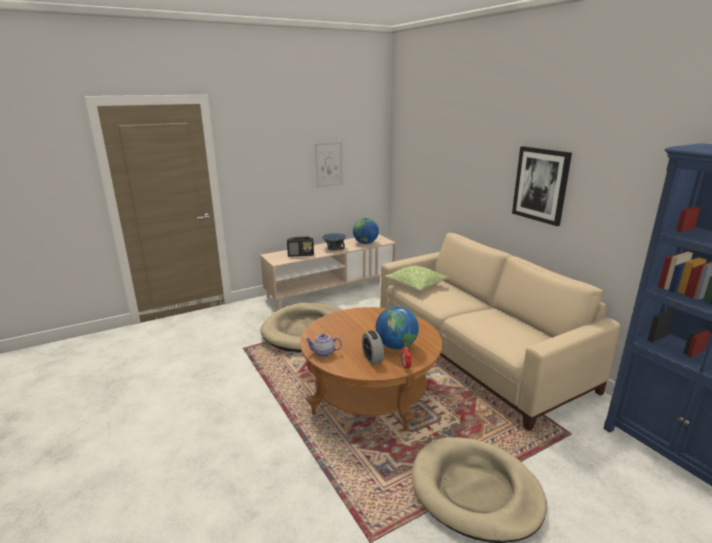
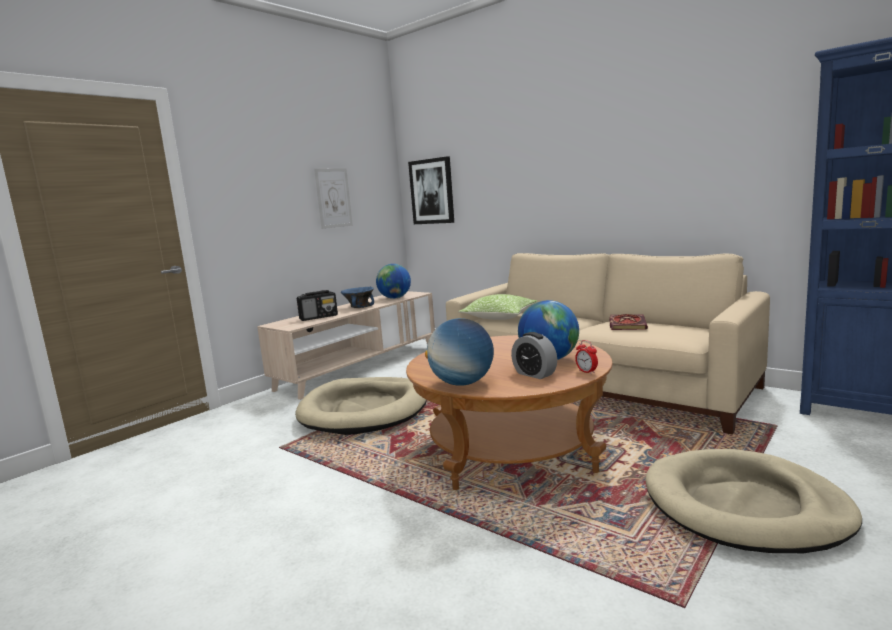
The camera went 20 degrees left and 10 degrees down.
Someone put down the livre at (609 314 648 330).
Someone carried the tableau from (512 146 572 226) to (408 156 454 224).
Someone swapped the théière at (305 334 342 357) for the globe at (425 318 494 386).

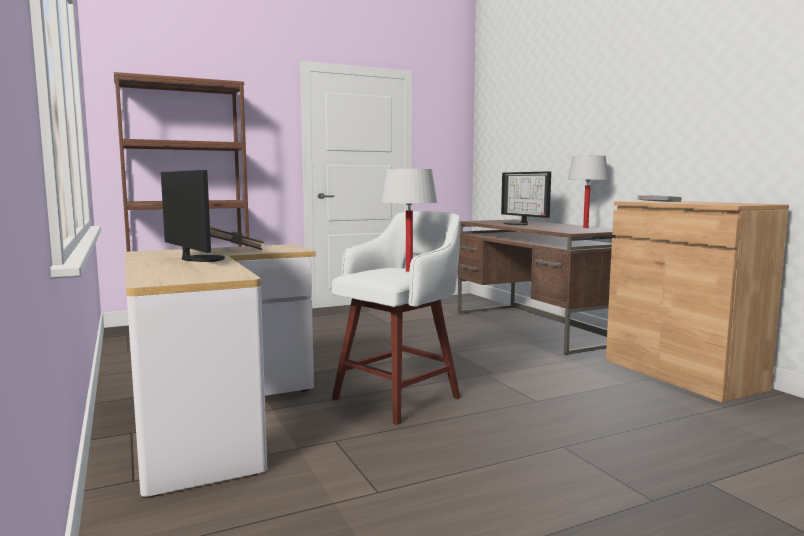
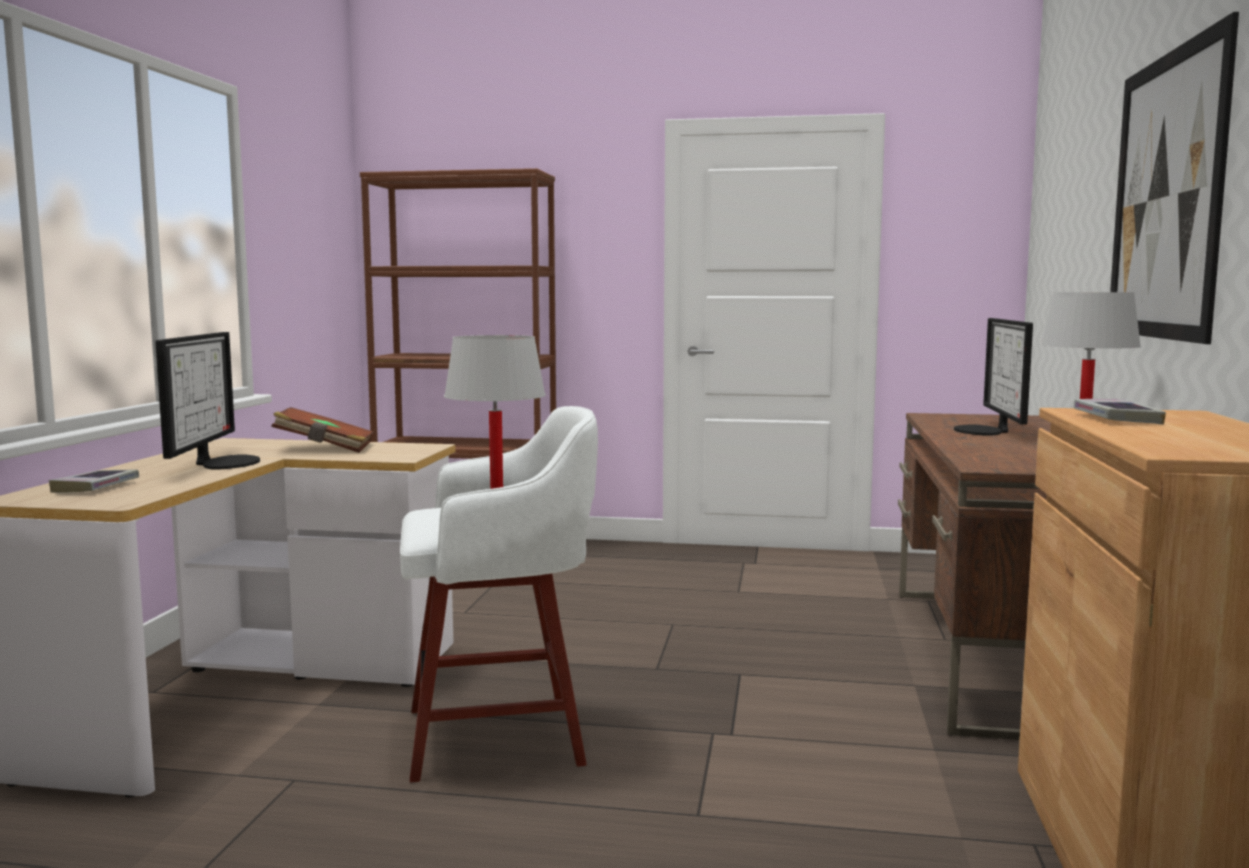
The camera went 35 degrees right and 0 degrees up.
Someone put down the livre at (49 469 139 493).
Someone put up the tableau at (1110 12 1239 344).

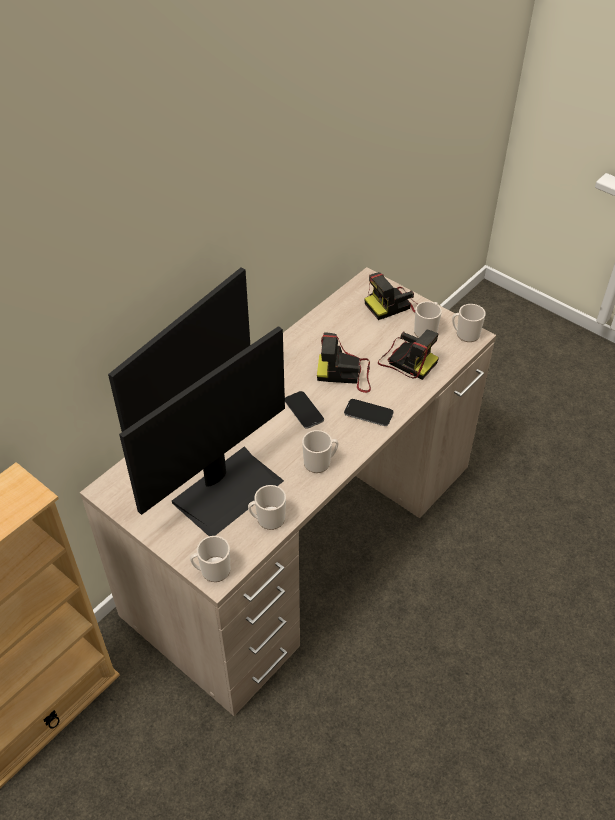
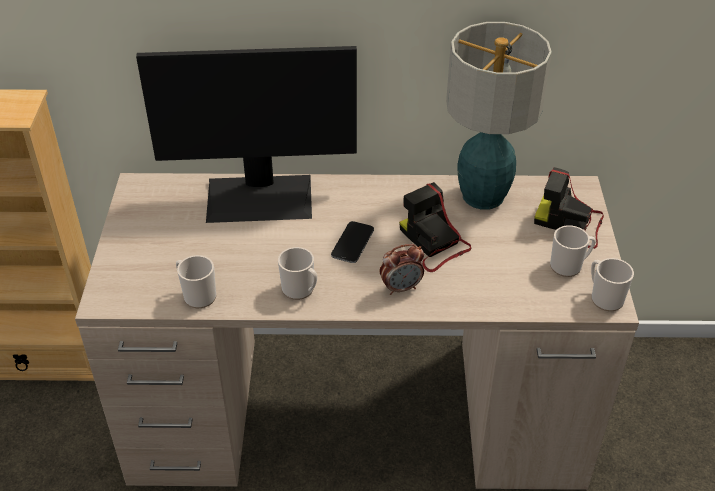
The camera went 50 degrees right and 5 degrees down.
Someone took away the écran d'ordinateur at (119 326 285 536).
Someone took away the mug at (190 536 231 582).
Someone took away the appareil photo at (378 330 439 380).
Someone put down the lampe de table at (446 22 552 210).
Someone swapped the téléphone at (344 399 394 426) for the réveil at (380 244 424 295).

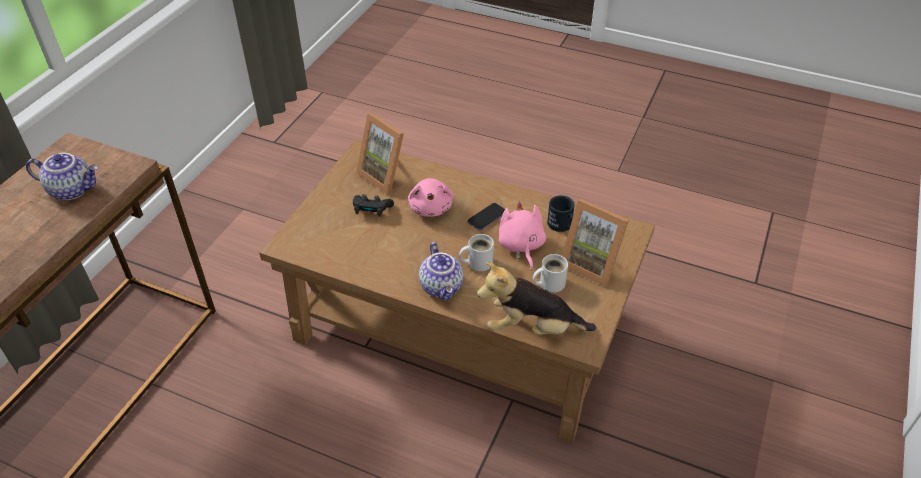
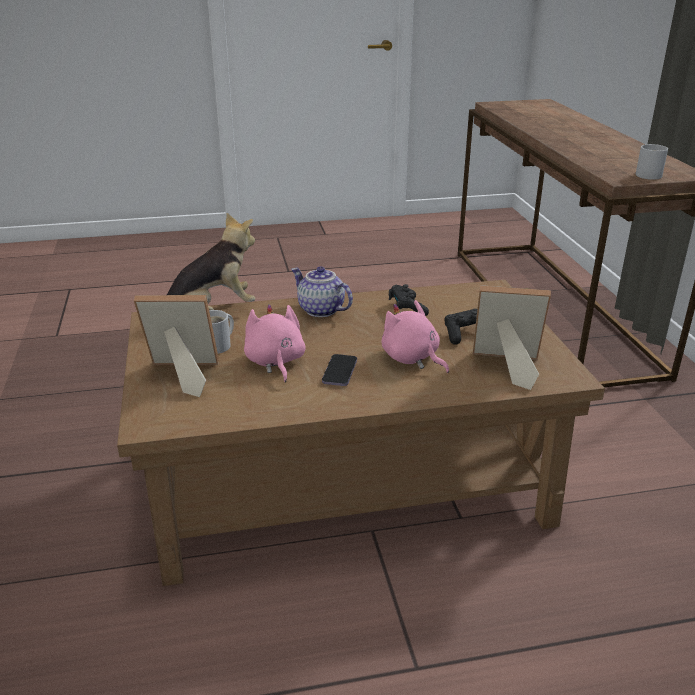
The camera went 145 degrees right and 15 degrees down.
Someone took away the théière at (26 153 98 200).
Someone took away the mug/noir at (547 195 575 232).
Someone put down the manette/noir at (388 284 429 316).
Someone carried the mug/blanc from (459 234 494 271) to (636 144 668 180).
Someone rotated the peluche/rose at (499 202 546 271) by 150 degrees counterclockwise.

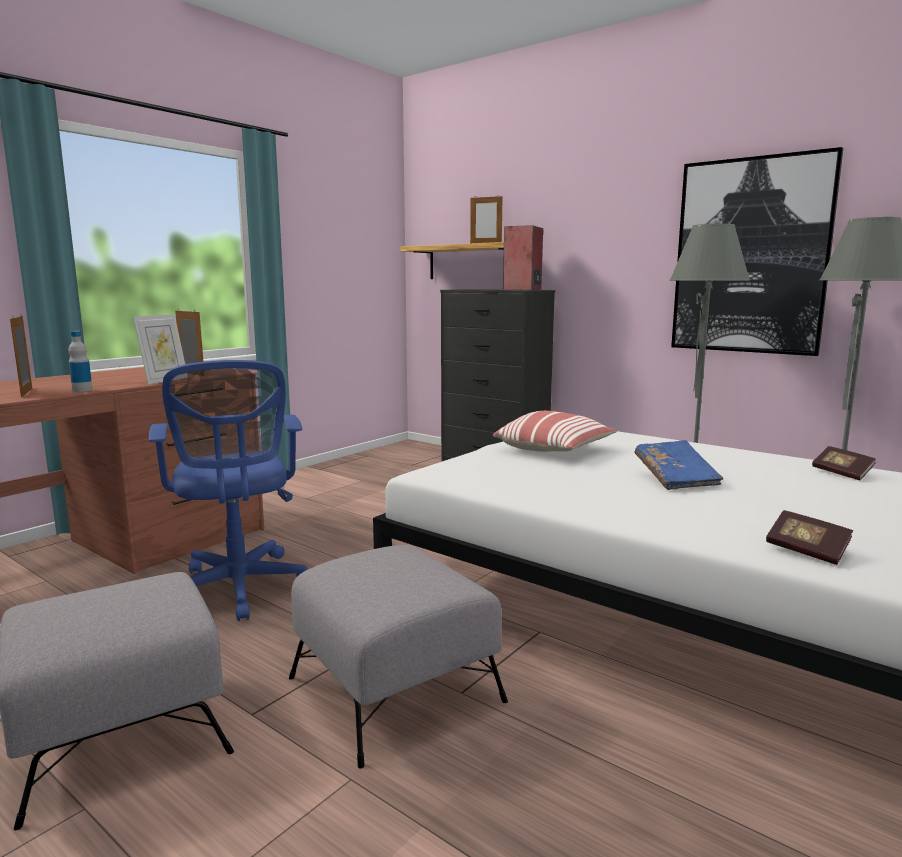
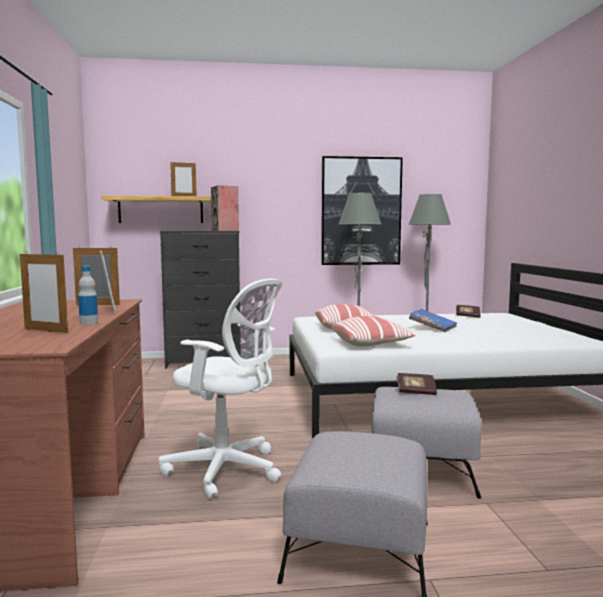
The camera went 45 degrees left and 5 degrees down.
Someone put down the coussin at (331 316 415 347).
Someone carried the livre from (766 510 853 565) to (397 373 437 395).
Someone repainted the chaise de bureau/bleu at (149 360 307 621), which became the chaise de bureau/blanc at (158 279 282 499).

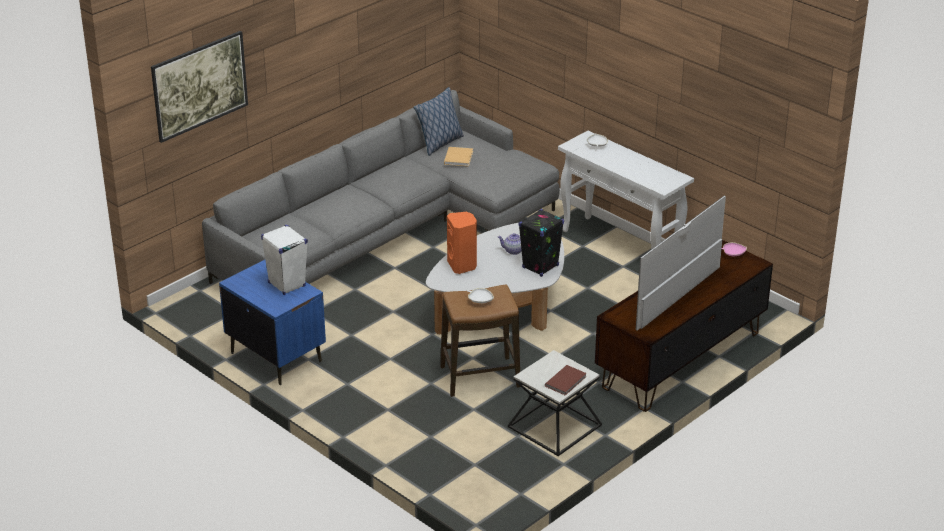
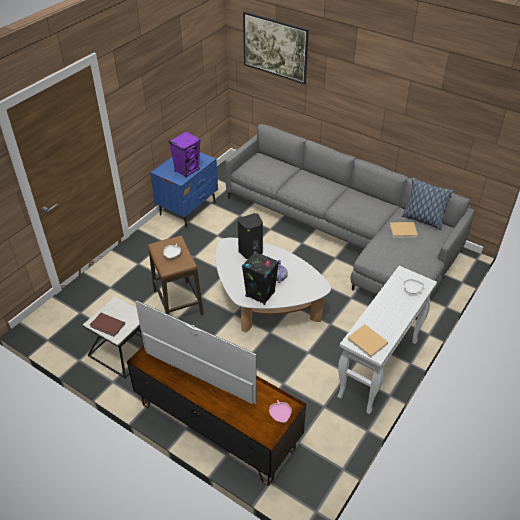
The camera went 80 degrees right and 10 degrees up.
Someone put down the livre/beige at (347 324 388 358).
Someone repainted the enceinte/blanc at (261 225 308 295), which became the enceinte/violet at (169 131 201 178).
Someone repainted the enceinte/orange at (447 212 477 274), which became the enceinte/noir at (238 213 263 259).

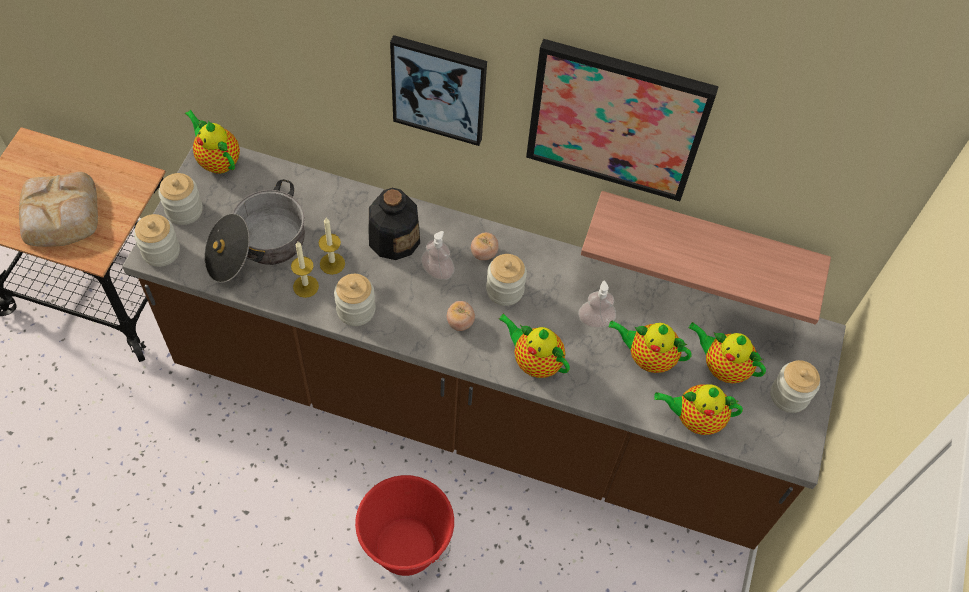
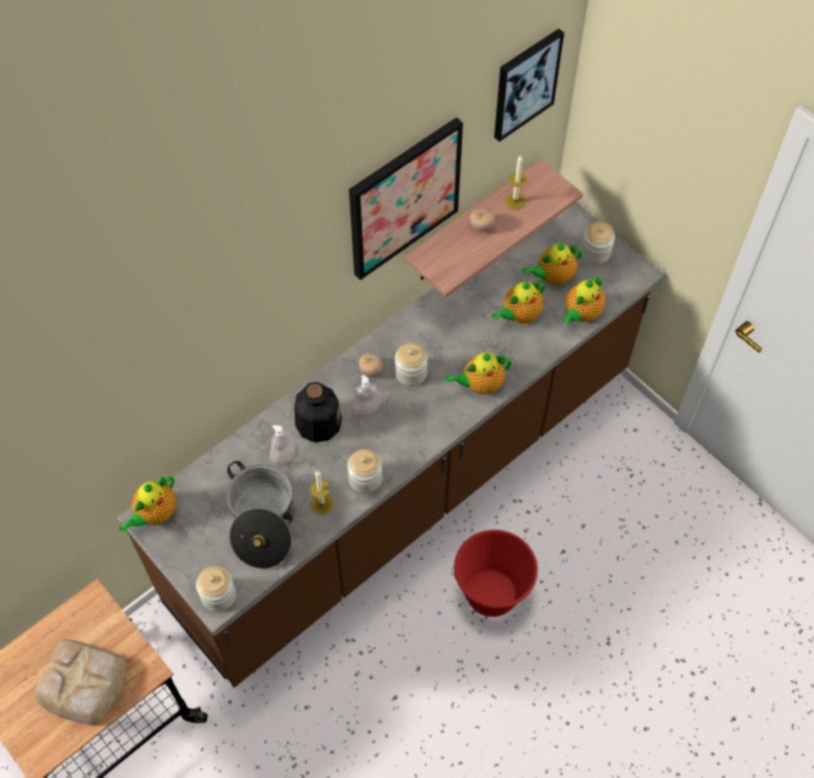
The camera went 55 degrees left and 0 degrees up.
Someone took away the bocal at (158 173 203 225).
Someone carried the bougie from (318 218 345 275) to (505 155 527 209).
Someone carried the tableau from (390 35 487 146) to (494 28 564 142).
Someone carried the tomate from (447 301 475 331) to (469 209 495 232).
Someone carried the distributeur de savon from (578 281 616 328) to (270 425 296 466).
Someone rotated the théière at (185 110 240 174) by 45 degrees counterclockwise.

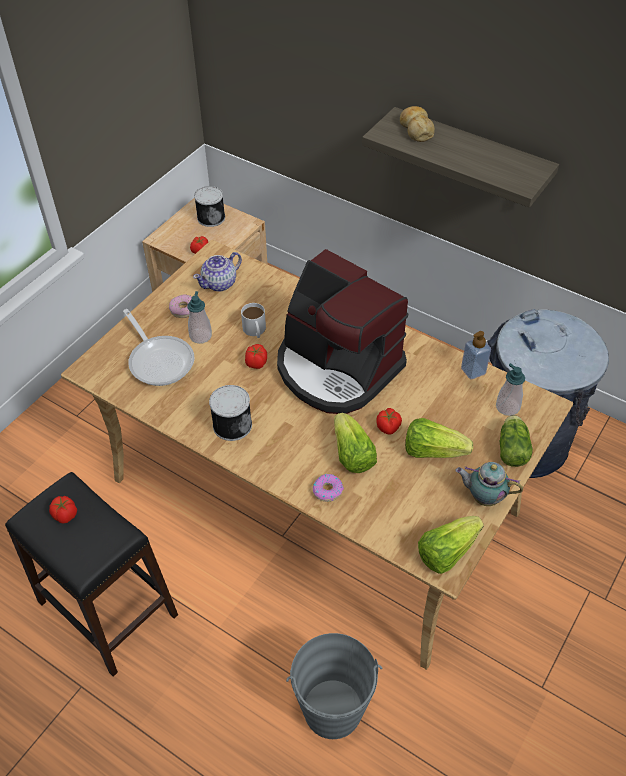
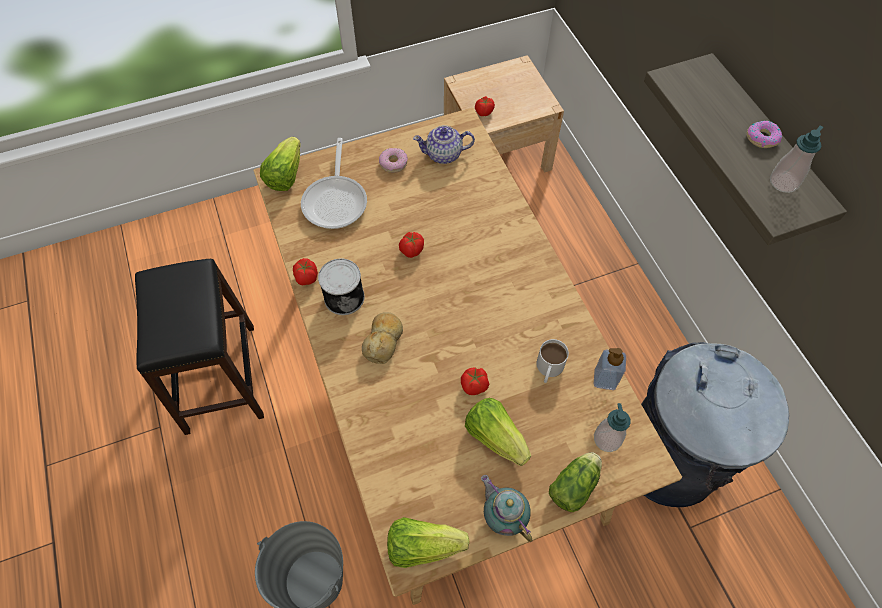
The camera went 35 degrees right and 10 degrees up.
Someone took away the boîte métallique at (194 186 225 227).
Someone took away the machine à café at (277 249 408 414).
Someone carried the tomate from (49 496 77 524) to (293 258 318 286).
Someone carried the distributeur de savon from (187 291 212 344) to (770 125 823 193).
Someone carried the mug/blanc from (241 303 266 338) to (536 339 569 383).
Someone carried the beignet from (313 474 344 502) to (747 121 782 148).
Someone carried the laitue from (334 413 377 473) to (260 137 301 191).
Someone carried the pain from (400 106 435 142) to (362 312 403 364).

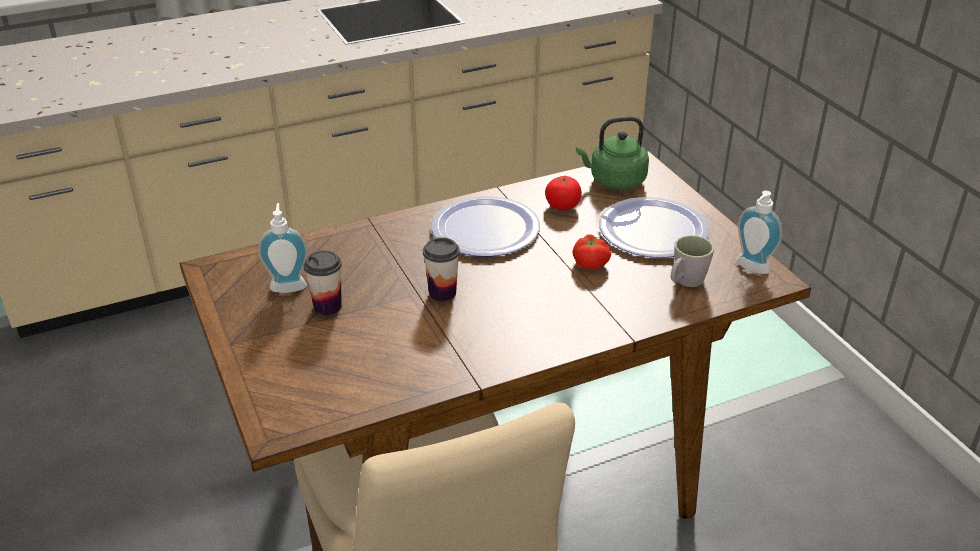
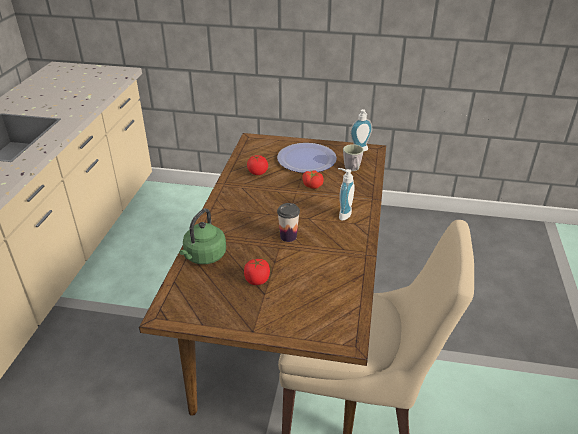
The camera went 55 degrees left and 0 degrees up.
Someone took away the assiette at (431 196 540 257).
Someone carried the distributeur de savon from (258 203 308 293) to (338 168 355 220).
Someone carried the bouilloire/vert from (576 116 649 189) to (179 208 226 264).
Someone swapped the tasse at (304 250 342 315) for the tomate at (244 259 270 285).

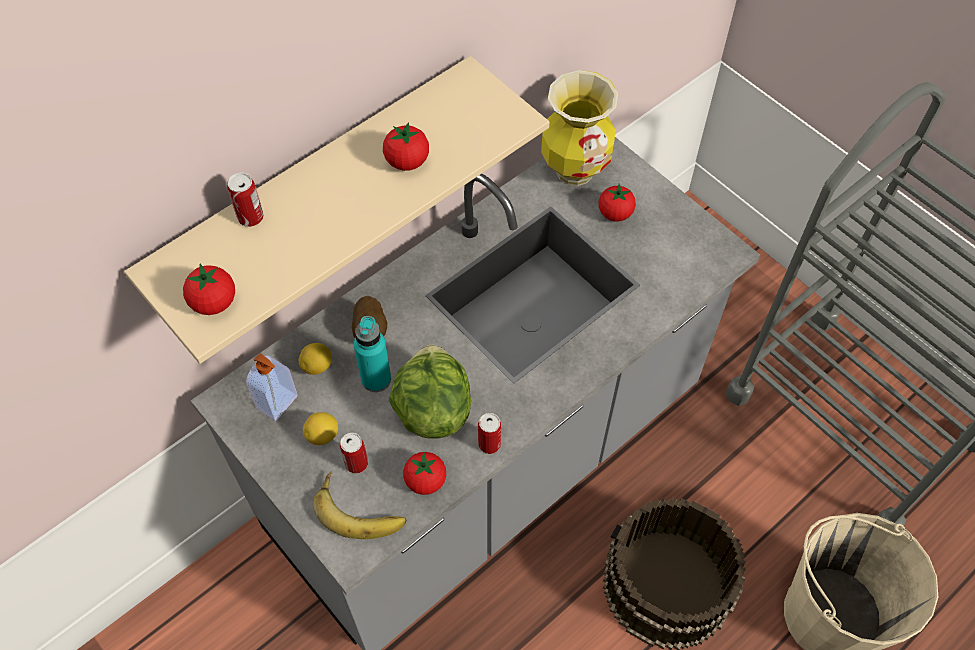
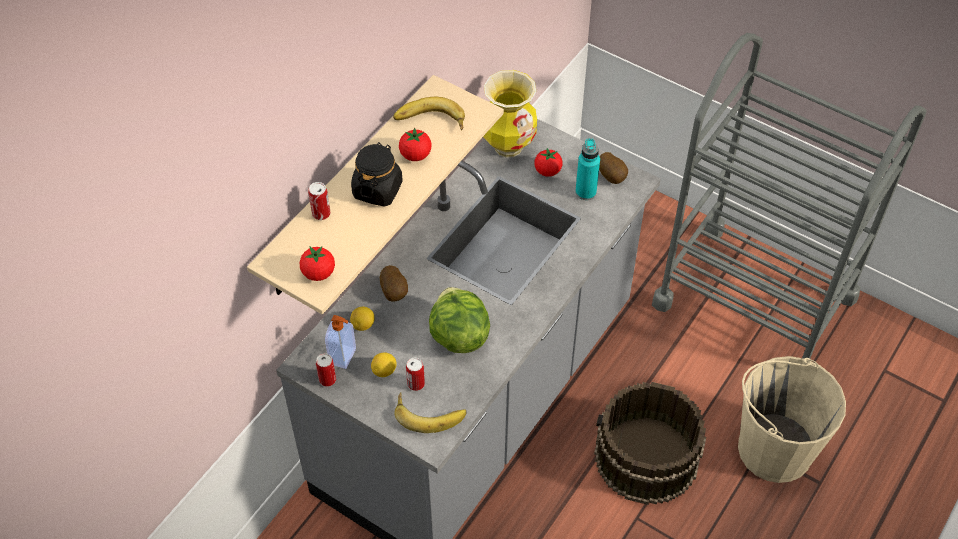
The camera went 15 degrees left and 5 degrees down.
Someone took away the tomate at (403 452 446 495).
Someone put down the bocal/noir at (351 142 403 207).
Someone put down the banane at (393 97 465 131).
Someone put down the pomme de terre at (599 152 628 184).
Someone carried the bouteille/turquoise from (354 316 391 392) to (575 138 600 200).
Someone carried the boîte métallique from (478 413 501 454) to (316 353 336 387).

